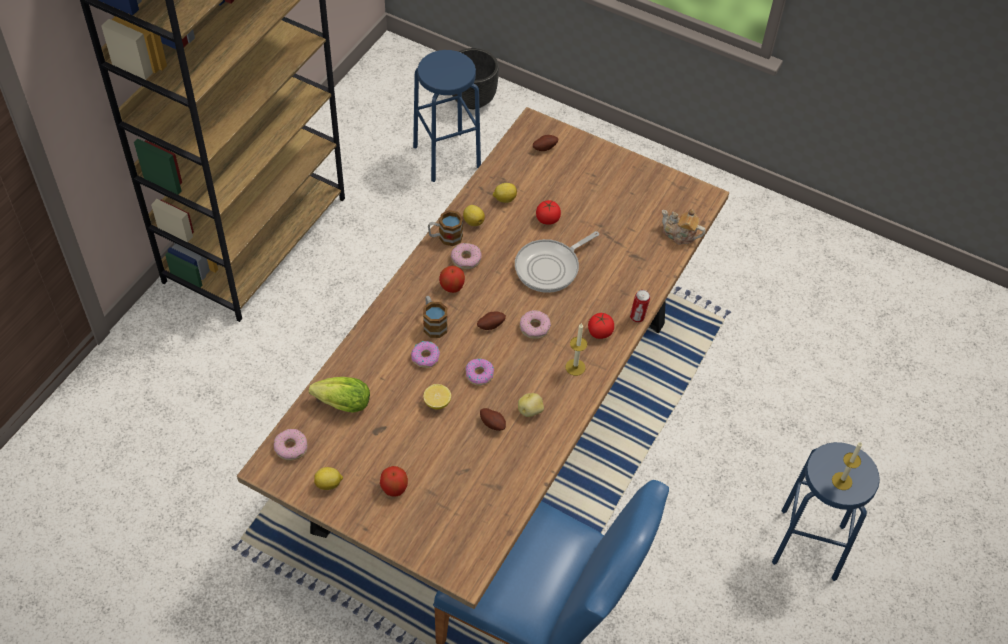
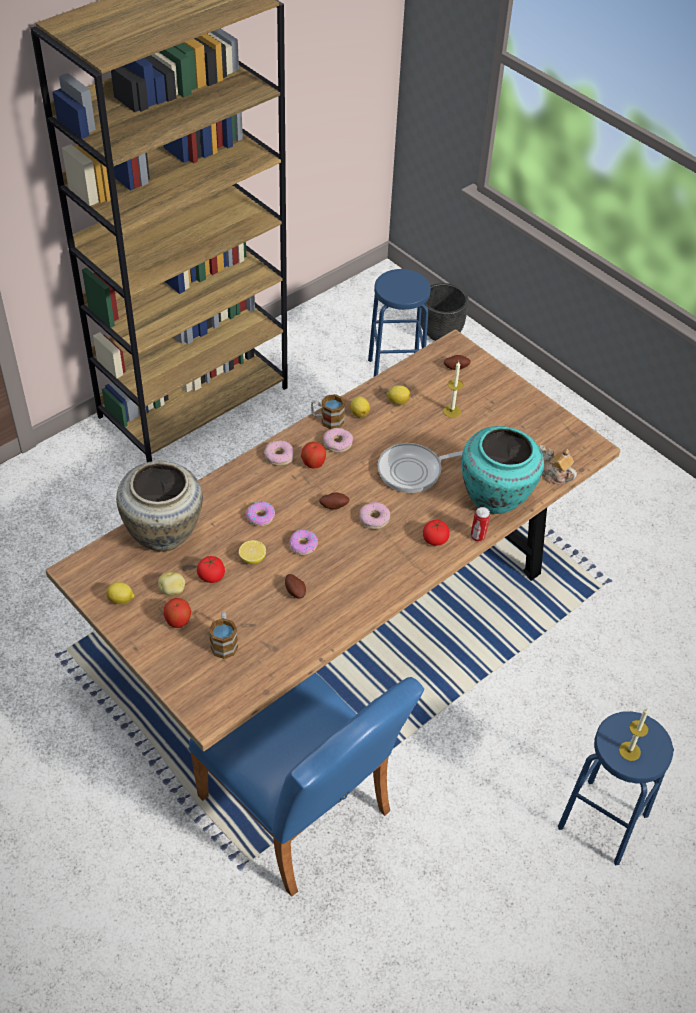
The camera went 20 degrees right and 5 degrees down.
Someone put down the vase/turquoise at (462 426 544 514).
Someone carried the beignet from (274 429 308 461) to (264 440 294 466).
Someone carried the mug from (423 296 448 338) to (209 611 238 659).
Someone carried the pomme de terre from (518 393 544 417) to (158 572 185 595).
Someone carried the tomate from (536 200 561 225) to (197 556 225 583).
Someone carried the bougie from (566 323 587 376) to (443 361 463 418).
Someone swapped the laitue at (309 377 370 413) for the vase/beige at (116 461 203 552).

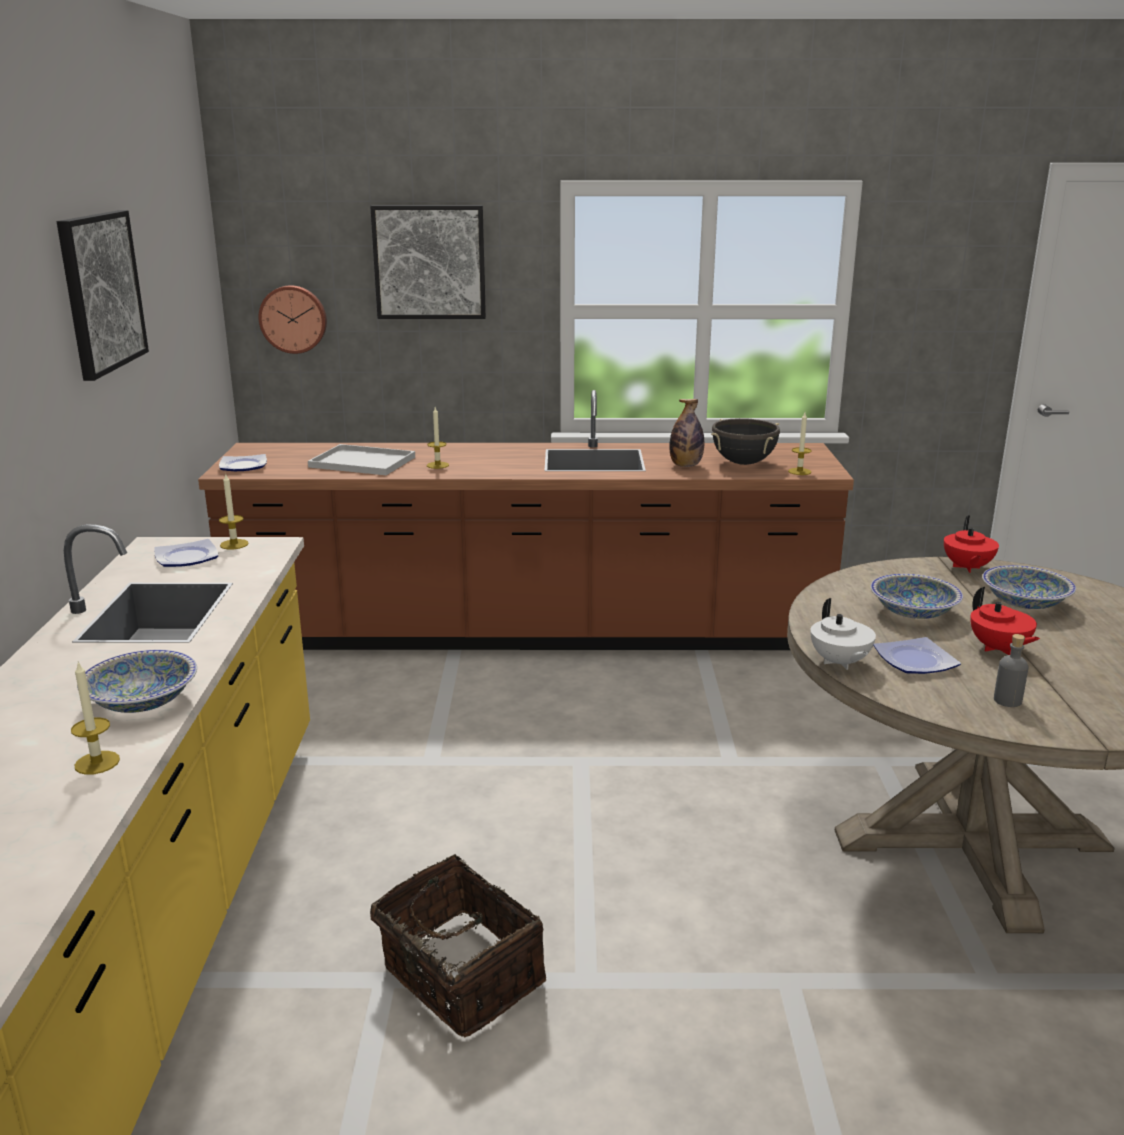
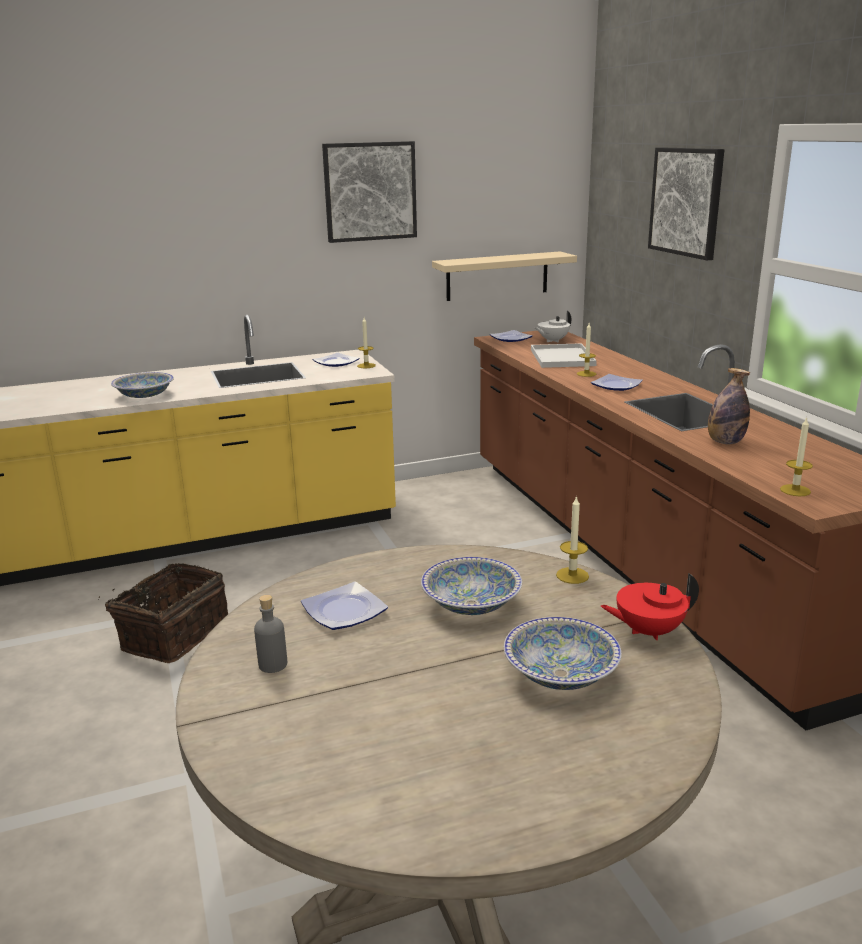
The camera went 70 degrees right and 0 degrees up.
Someone took away the horloge murale at (258 285 327 354).
Someone took away the marmite/noir at (711 418 780 465).
Someone took away the théière/rouge at (970 587 1040 655).
Someone put up the étagère/beige at (432 251 577 301).
Someone put down the assiette at (591 374 643 391).
Someone carried the bougie from (71 662 120 775) to (556 496 589 584).
Someone carried the théière/blanc from (810 598 876 670) to (535 311 571 342).

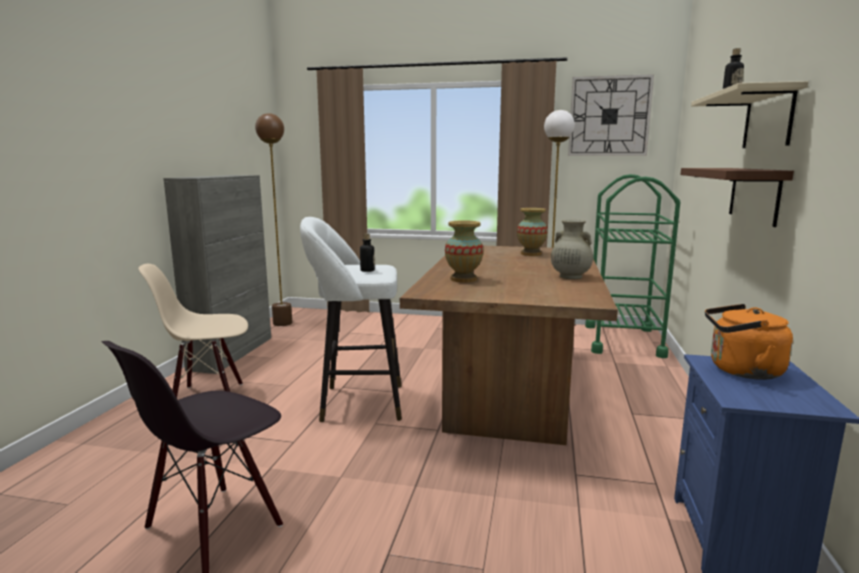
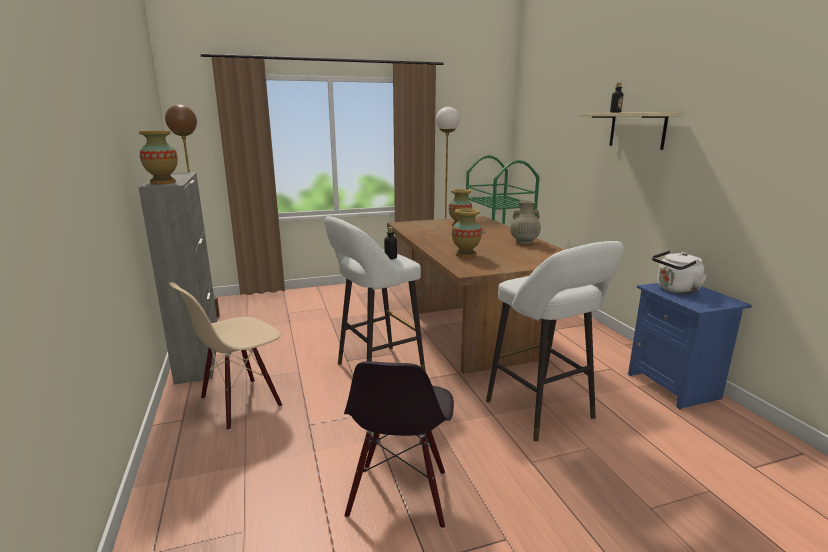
The camera went 30 degrees left and 5 degrees up.
Someone took away the horloge murale at (568 74 654 156).
Someone took away the étagère/marron at (681 168 794 227).
Someone put down the vase at (139 131 178 184).
Someone put down the tabouret/blanc at (486 241 624 441).
Someone repainted the bouilloire/orange at (705 304 793 380), which became the bouilloire/blanc at (652 250 708 294).

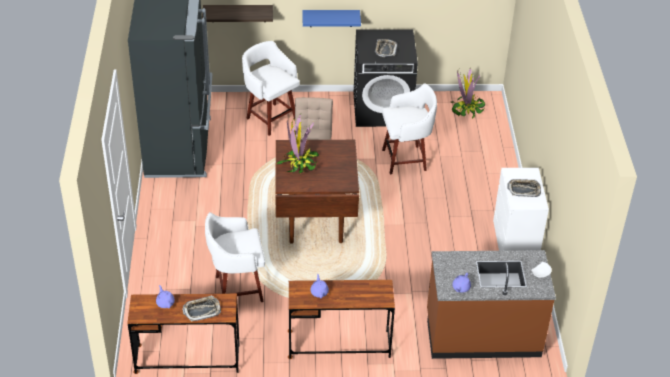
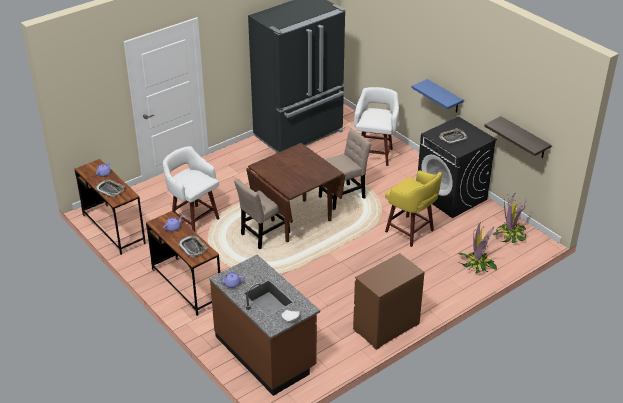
The camera went 55 degrees right and 5 degrees down.
Someone put down the chaise/beige at (234 179 290 249).
Someone carried the étagère from (202 5 273 22) to (484 116 552 158).
Someone carried the plante en pot from (277 114 319 173) to (458 223 497 274).
Someone carried the plateau from (507 179 541 197) to (178 235 208 257).
Someone repainted the tabouret/blanc at (382 83 437 174), which became the tabouret/jaune at (385 170 442 247).
Someone repainted the commode/blanc at (493 168 549 251), which became the commode/marron at (353 253 424 350).

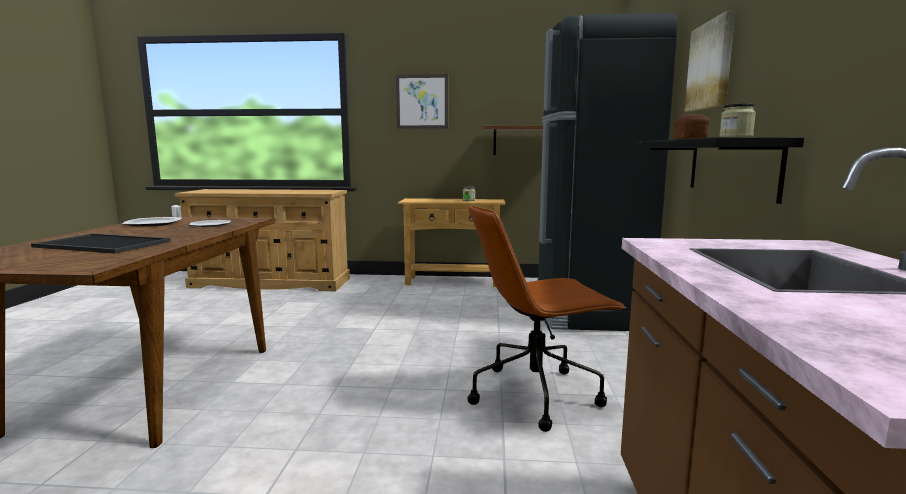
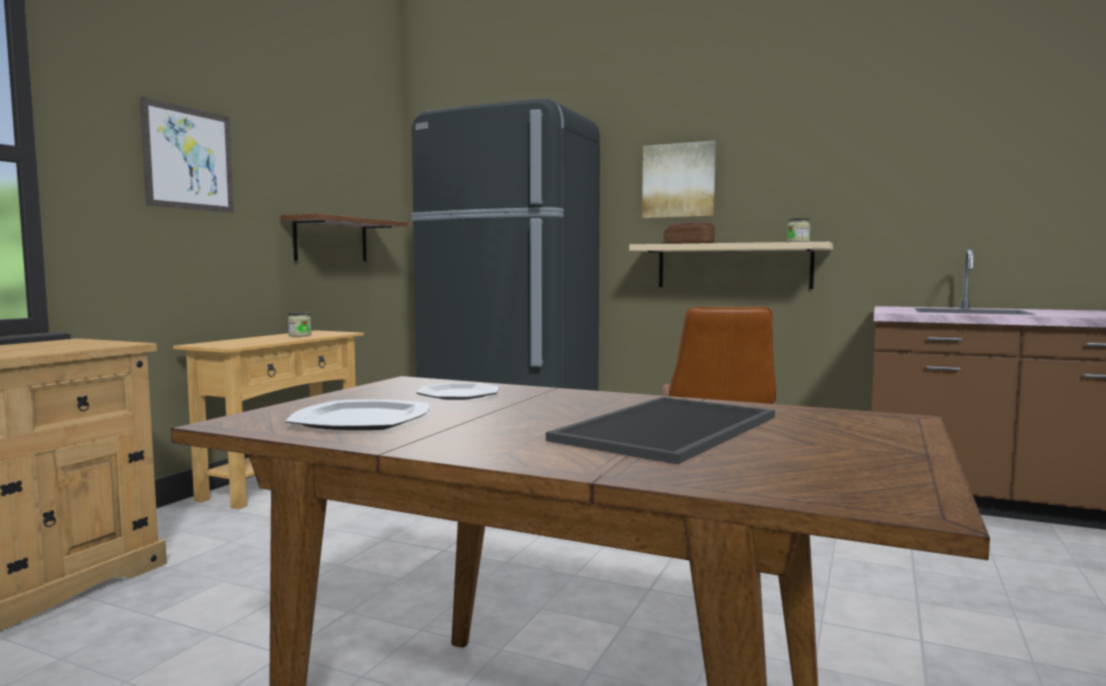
The camera went 70 degrees left and 5 degrees down.
Someone repainted the étagère/noir at (634 137 804 204), which became the étagère/beige at (629 242 833 289).

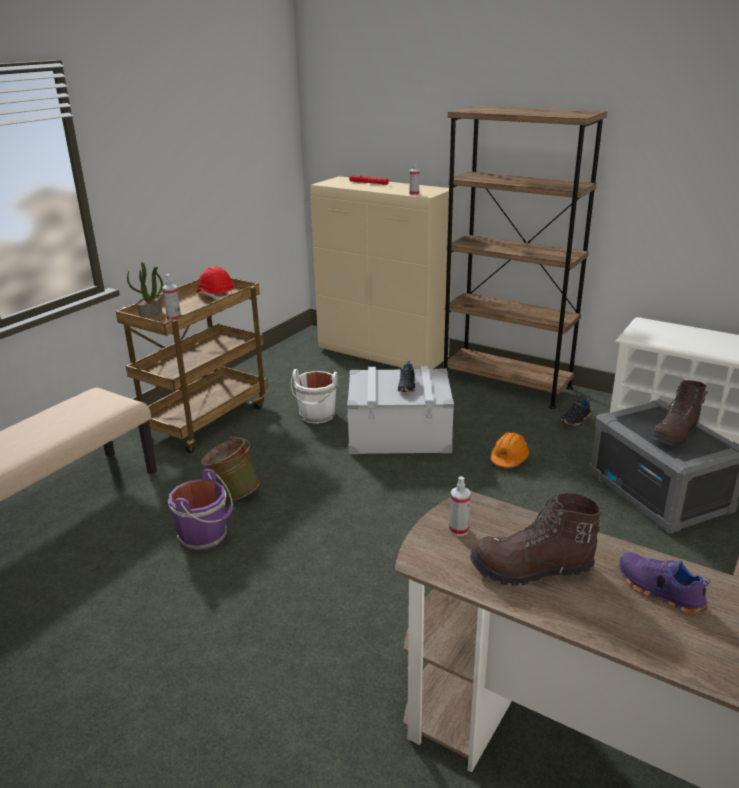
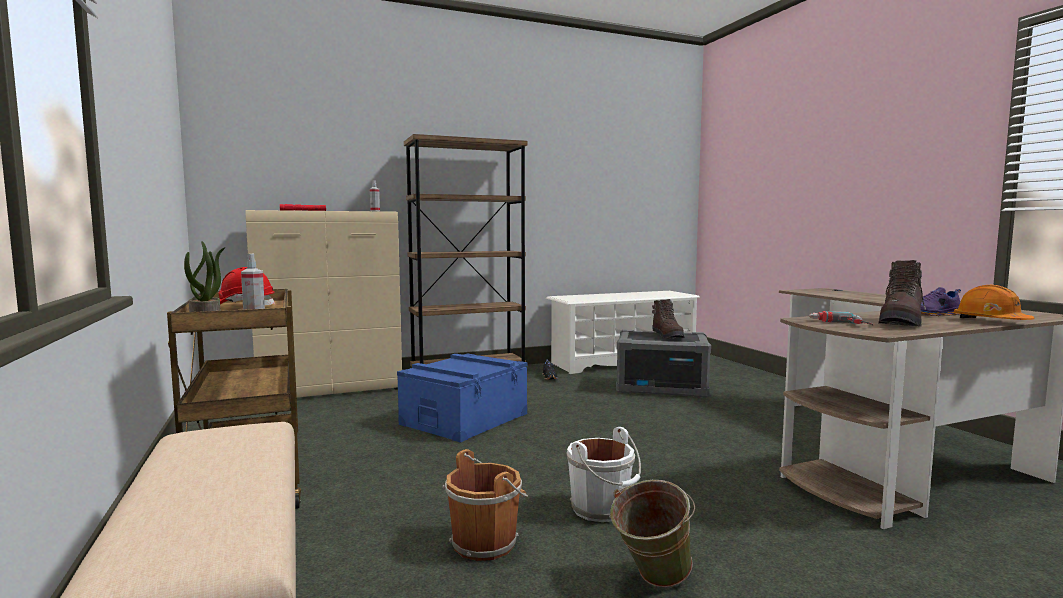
The camera went 55 degrees left and 20 degrees down.
Someone took away the chaussure/noir at (398 360 416 392).
Someone carried the seau/vert from (201 436 259 500) to (610 480 695 588).
Someone carried the seau/blanc from (291 369 338 424) to (567 427 641 522).
Someone carried the casque de chantier/orange from (490 432 529 468) to (954 285 1035 320).
Someone swapped the vaporisateur at (449 476 471 536) for the perceuse at (809 311 873 326).
Someone repainted the seau/violet at (168 469 234 551), which became the seau/marron at (443 449 528 561).
Someone repainted the boîte de rangement/gris at (347 366 454 454), which became the boîte de rangement/bleu at (397 353 527 443).

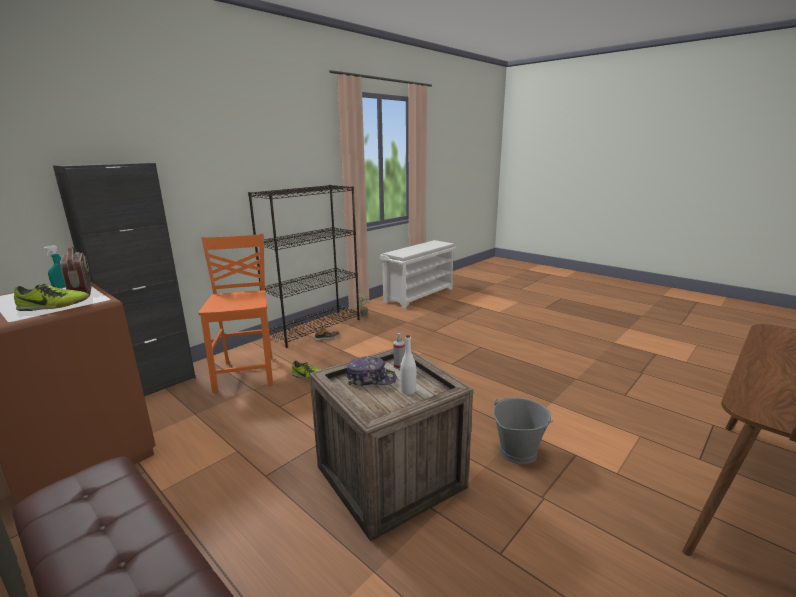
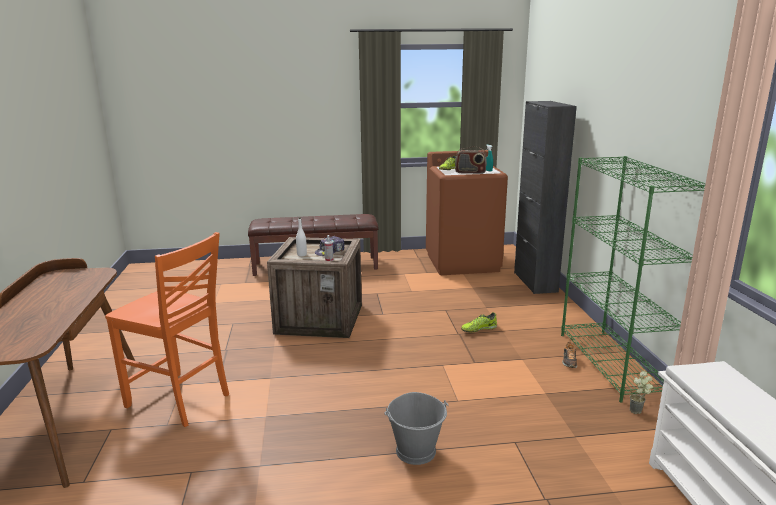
The camera went 130 degrees right and 0 degrees up.
Someone carried the chaise/orange from (198 234 273 393) to (105 232 229 427).
Someone carried the seau/gris from (493 397 553 464) to (384 392 449 465).
Someone repainted the bibliothèque/noir at (248 185 360 348), which became the bibliothèque/vert at (561 156 706 402).

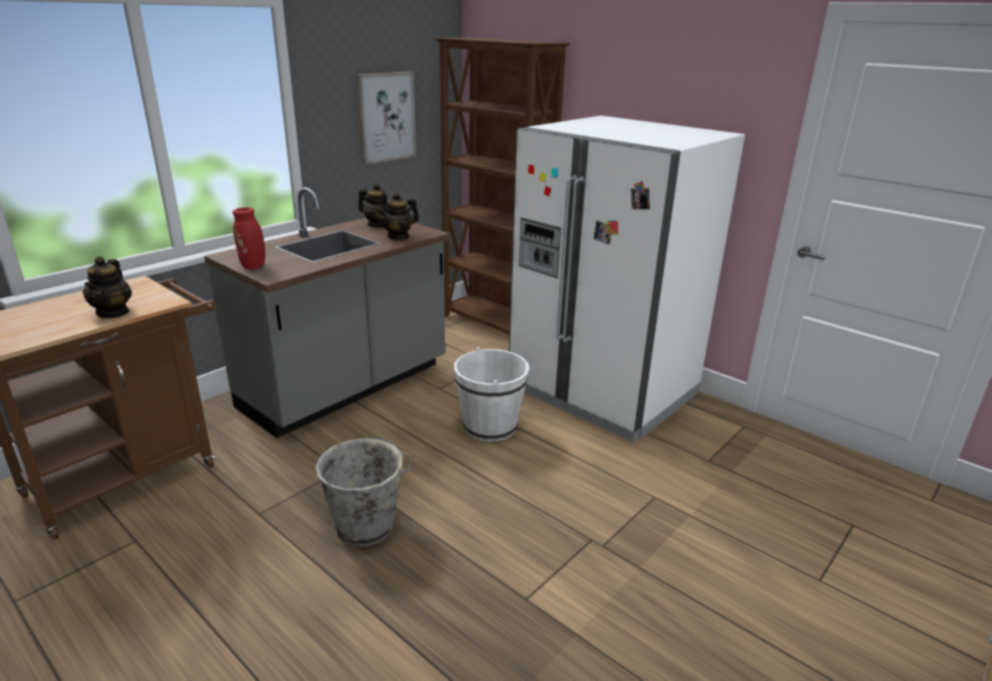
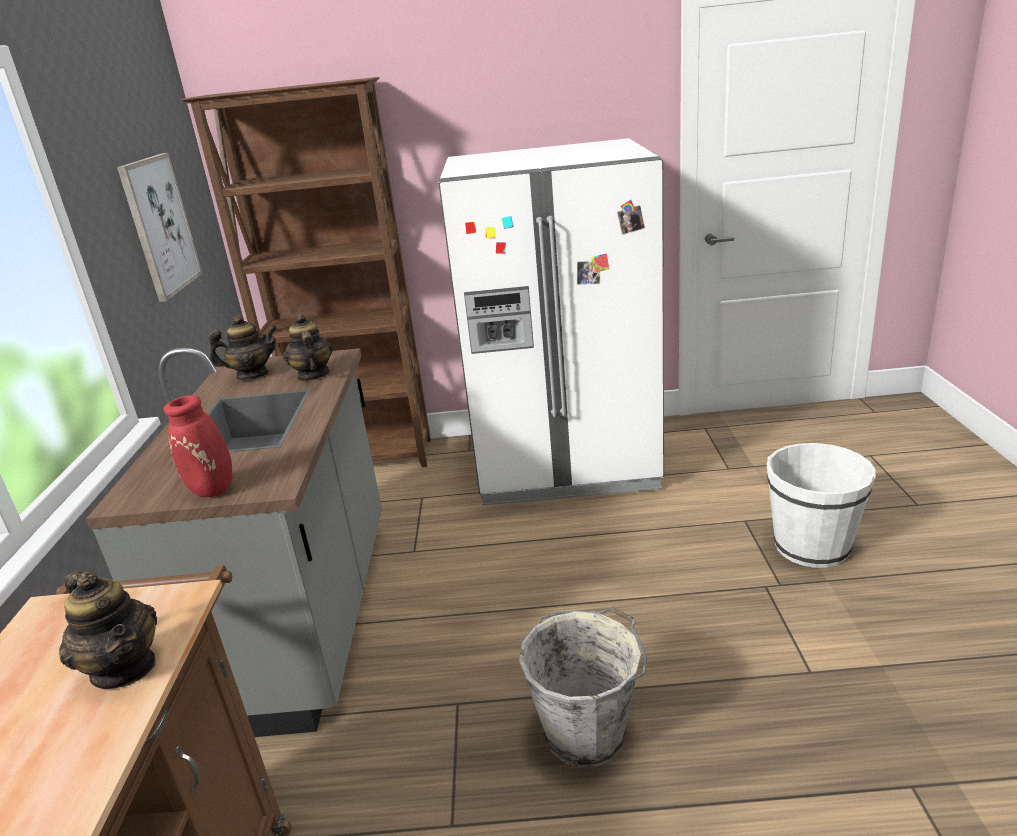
The camera went 40 degrees left and 0 degrees up.
Someone carried the seau/blanc from (454 347 529 442) to (767 443 875 568).
Someone rotated the théière at (375 193 419 240) by 150 degrees clockwise.

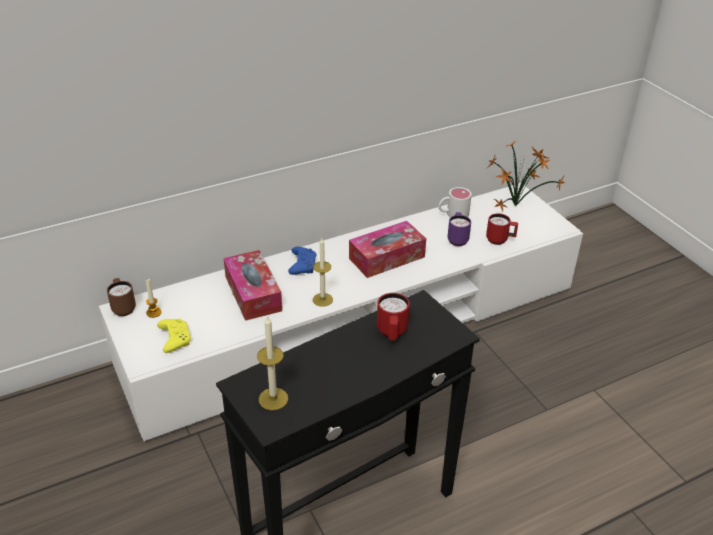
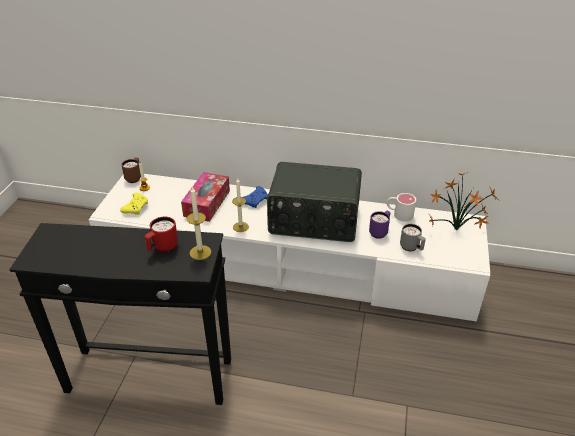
The camera went 40 degrees right and 0 degrees up.
Someone carried the bougie from (257 315 288 410) to (186 187 211 260).
Someone swapped the boîte à mouchoirs at (349 221 426 278) for the radio at (267 162 362 242).
Someone repainted the mug/rouge at (486 213 518 245), which became the mug/gris at (400 224 426 251).

